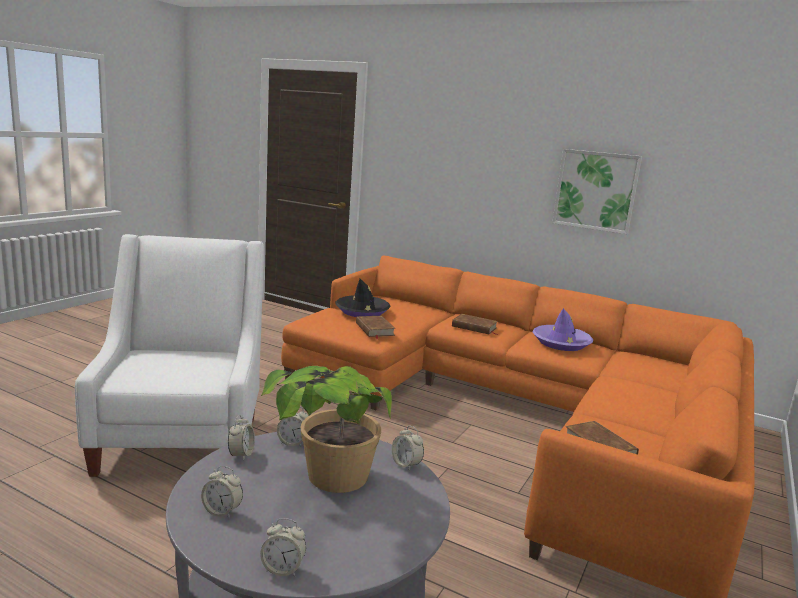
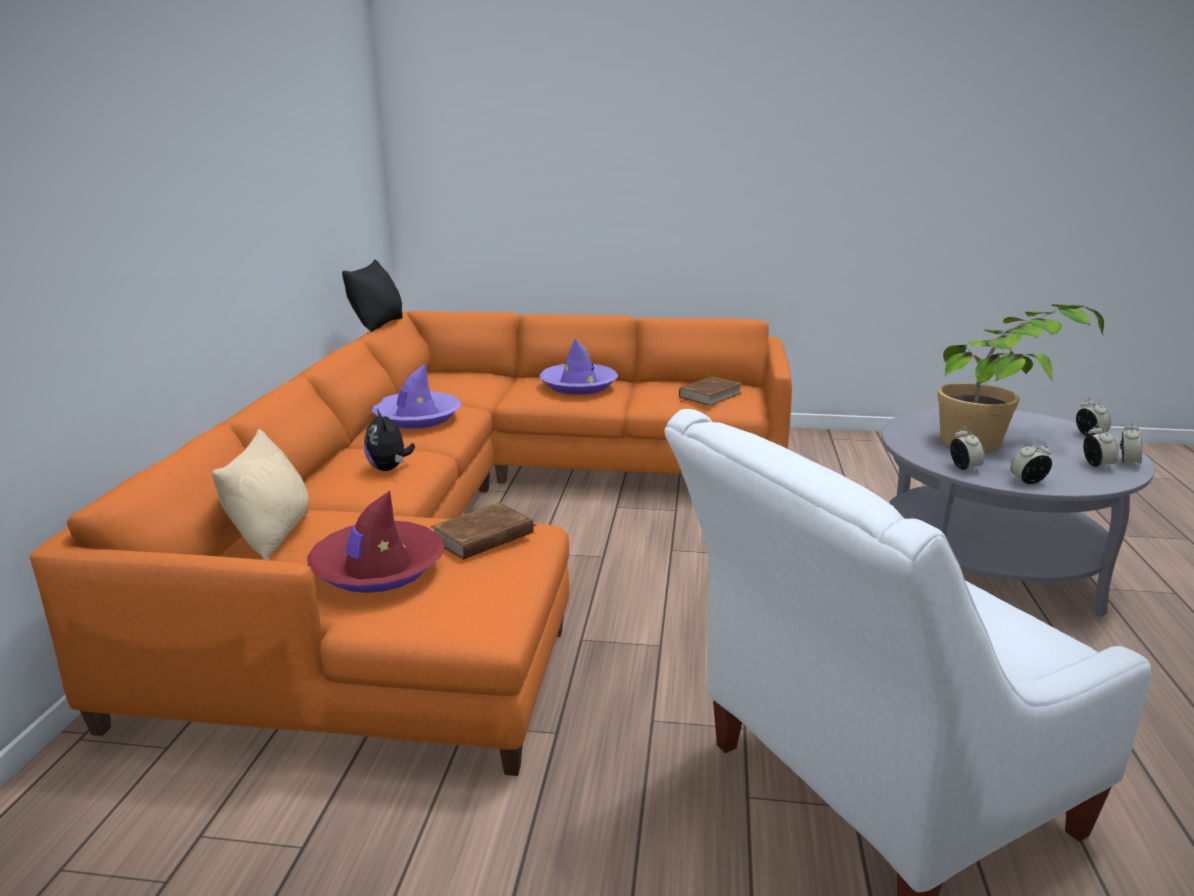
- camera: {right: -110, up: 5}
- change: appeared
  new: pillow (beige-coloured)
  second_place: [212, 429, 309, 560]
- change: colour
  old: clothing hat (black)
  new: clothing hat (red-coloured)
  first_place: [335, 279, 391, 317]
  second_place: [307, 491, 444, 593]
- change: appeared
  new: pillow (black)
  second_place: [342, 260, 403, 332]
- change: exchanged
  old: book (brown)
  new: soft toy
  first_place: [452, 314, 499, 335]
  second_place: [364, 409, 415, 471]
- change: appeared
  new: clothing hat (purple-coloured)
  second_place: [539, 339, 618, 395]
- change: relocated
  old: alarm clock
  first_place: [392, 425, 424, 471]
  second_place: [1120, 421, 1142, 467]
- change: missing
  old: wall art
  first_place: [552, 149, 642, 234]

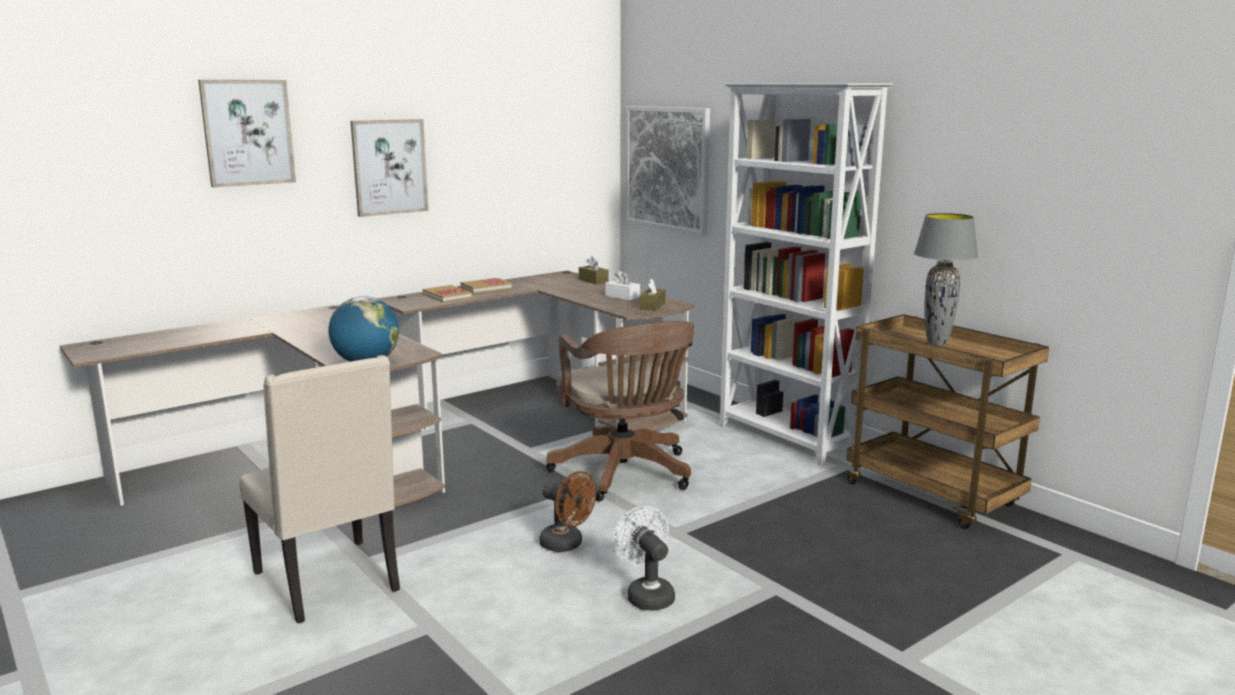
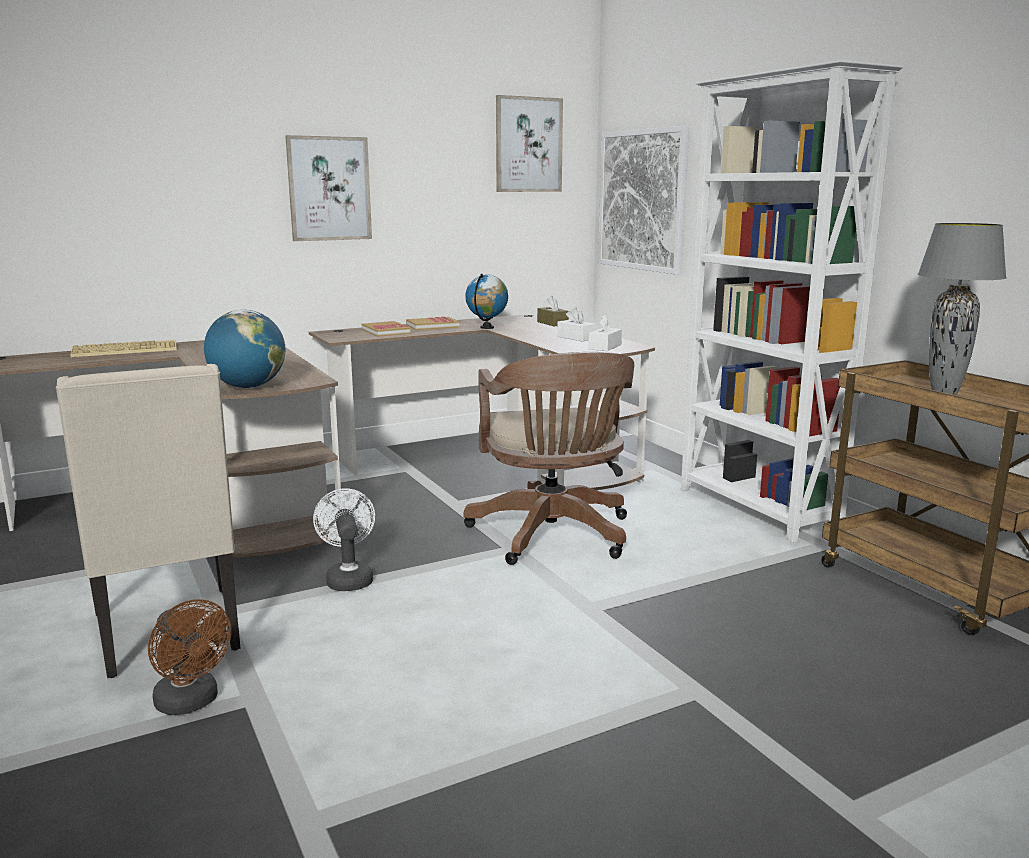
- camera: {right: 10, up: 0}
- change: appeared
  new: keyboard
  second_place: [70, 340, 177, 357]
- change: relocated
  old: cooling fan (brown)
  first_place: [539, 471, 596, 552]
  second_place: [148, 599, 231, 715]
- change: relocated
  old: cooling fan (whitish)
  first_place: [613, 506, 675, 611]
  second_place: [313, 488, 375, 591]
- change: appeared
  new: desk globe
  second_place: [465, 274, 508, 329]
- change: relocated
  old: wall art
  first_place: [198, 80, 296, 187]
  second_place: [496, 95, 563, 192]
- change: colour
  old: tissue holder (brown)
  new: tissue holder (whitish)
  first_place: [640, 278, 665, 310]
  second_place: [589, 315, 622, 351]

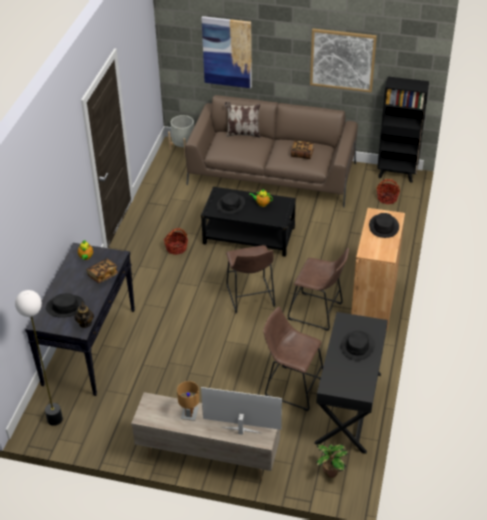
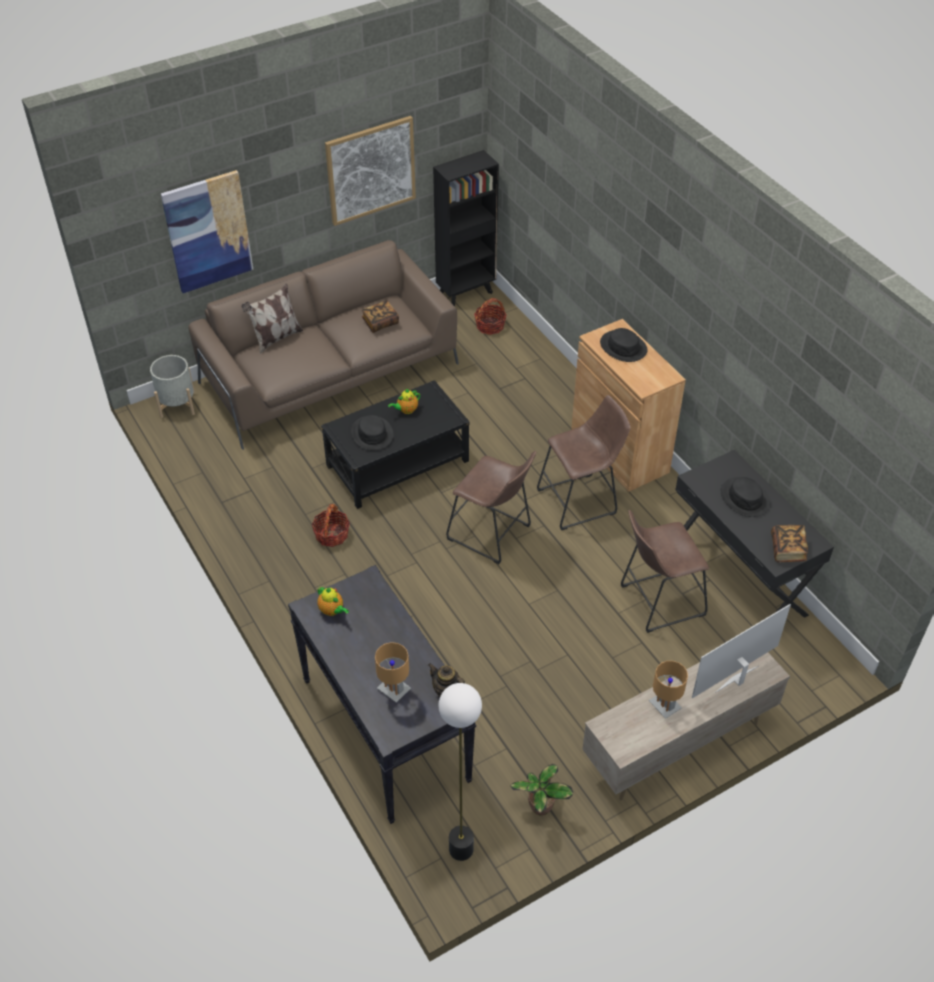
- camera: {right: -45, up: 5}
- change: exchanged
  old: clothing hat (black)
  new: table lamp (brown)
  first_place: [46, 293, 85, 318]
  second_place: [375, 642, 411, 703]
- change: relocated
  old: houseplant
  first_place: [316, 444, 348, 478]
  second_place: [510, 764, 574, 816]
- change: relocated
  old: book
  first_place: [87, 258, 118, 283]
  second_place: [771, 525, 808, 562]

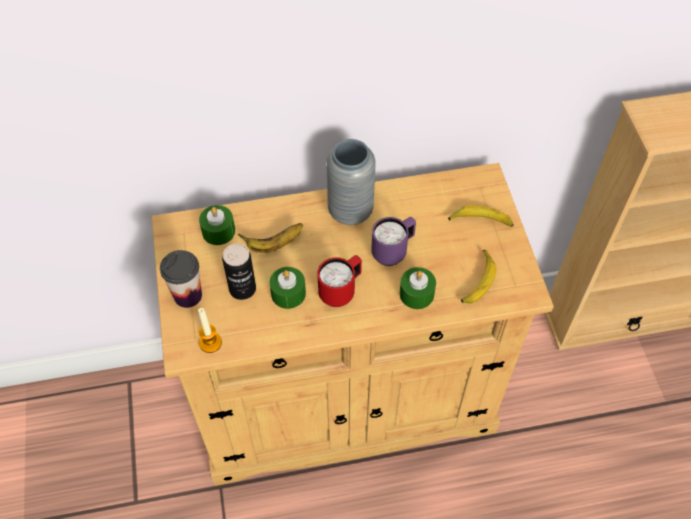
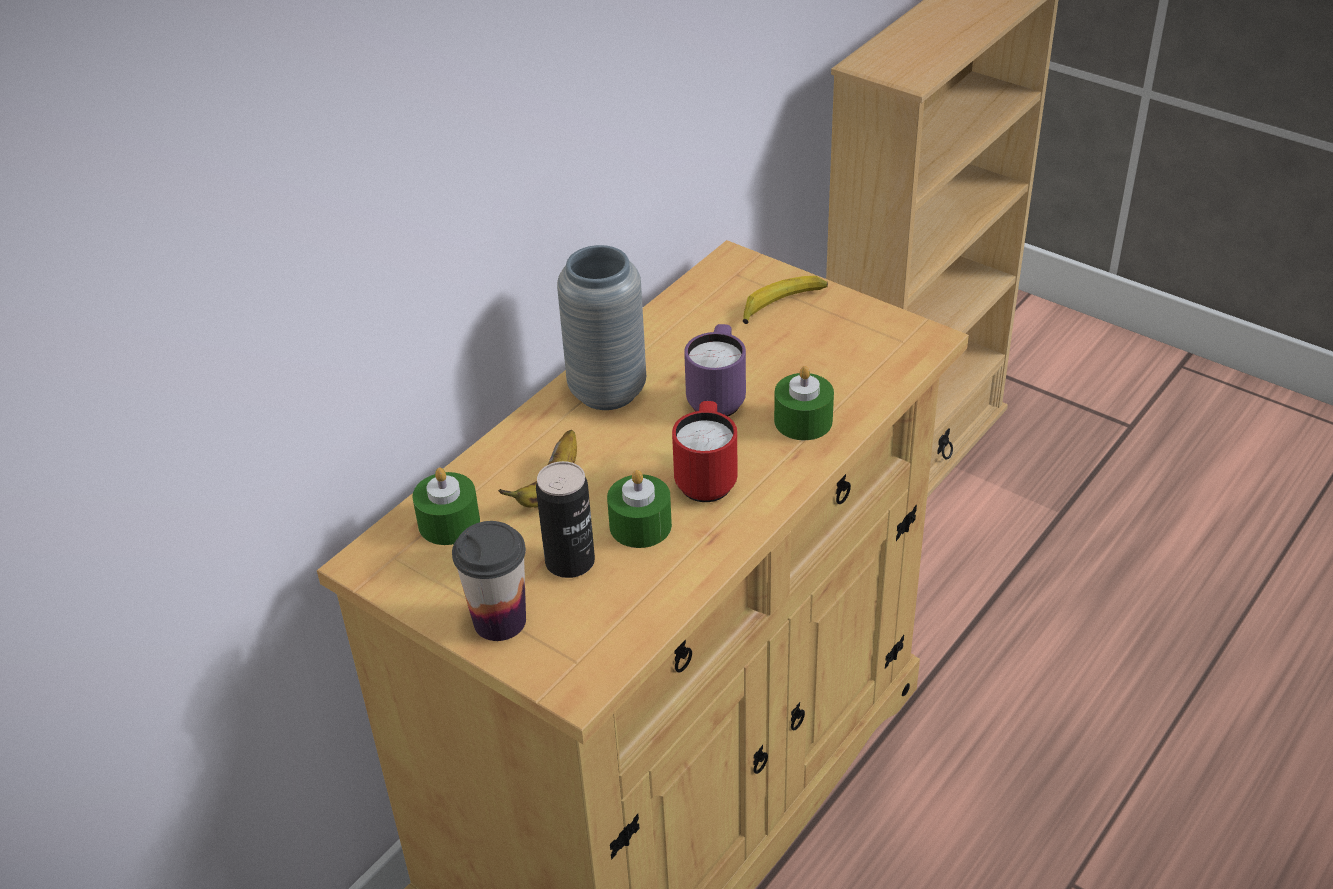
- camera: {right: -40, up: -15}
- change: missing
  old: wax light
  first_place: [198, 308, 222, 353]
- change: missing
  old: banana
  first_place: [461, 250, 497, 304]

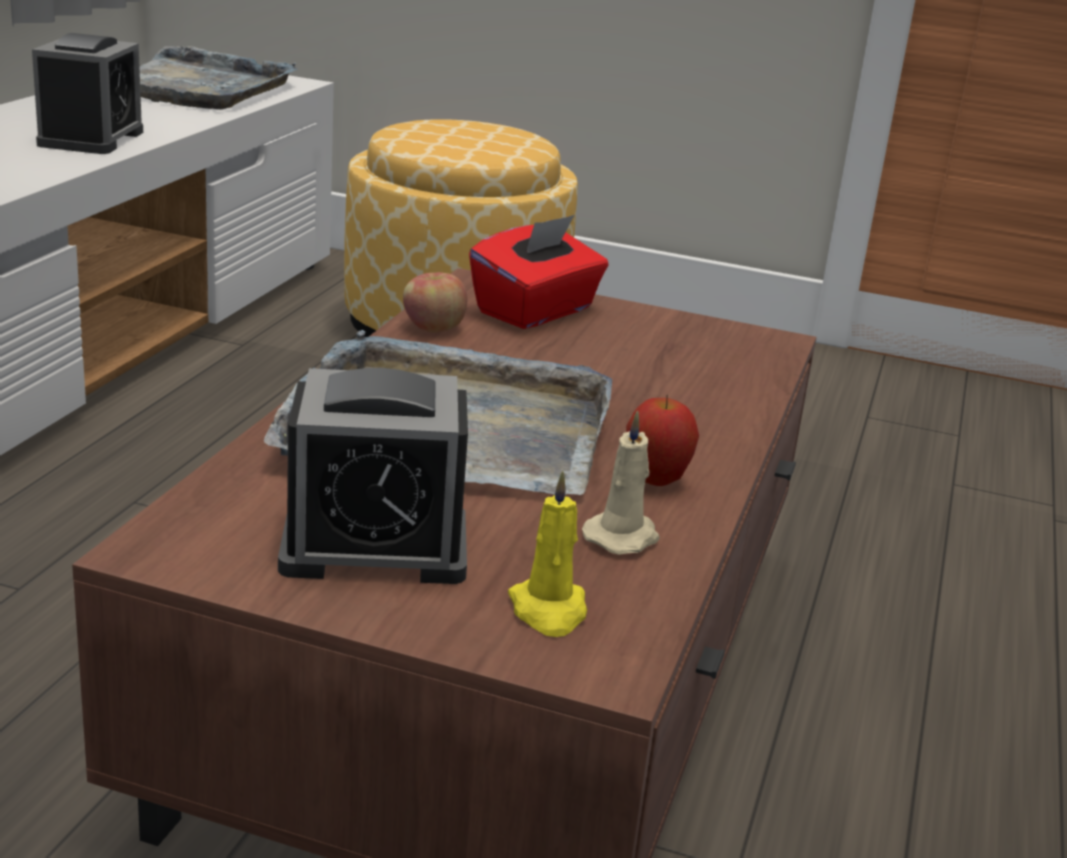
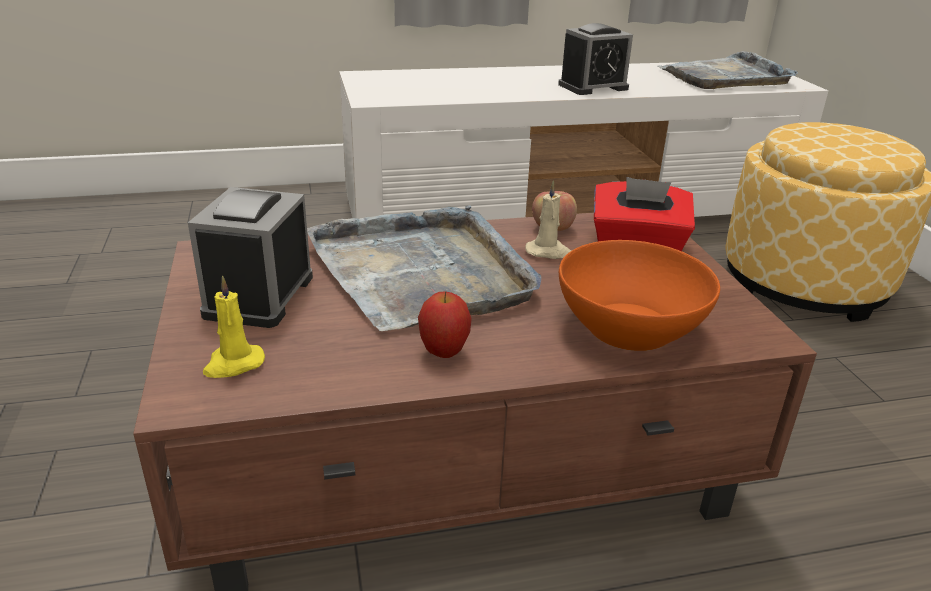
- camera: {right: 60, up: 5}
- change: spun
  old: alarm clock
  first_place: [278, 368, 468, 584]
  second_place: [188, 187, 313, 328]
  degrees: 45
- change: relocated
  old: wax light (beige-coloured)
  first_place: [582, 410, 660, 555]
  second_place: [525, 180, 571, 259]
- change: appeared
  new: serving bowl (orange-coloured)
  second_place: [559, 240, 720, 351]

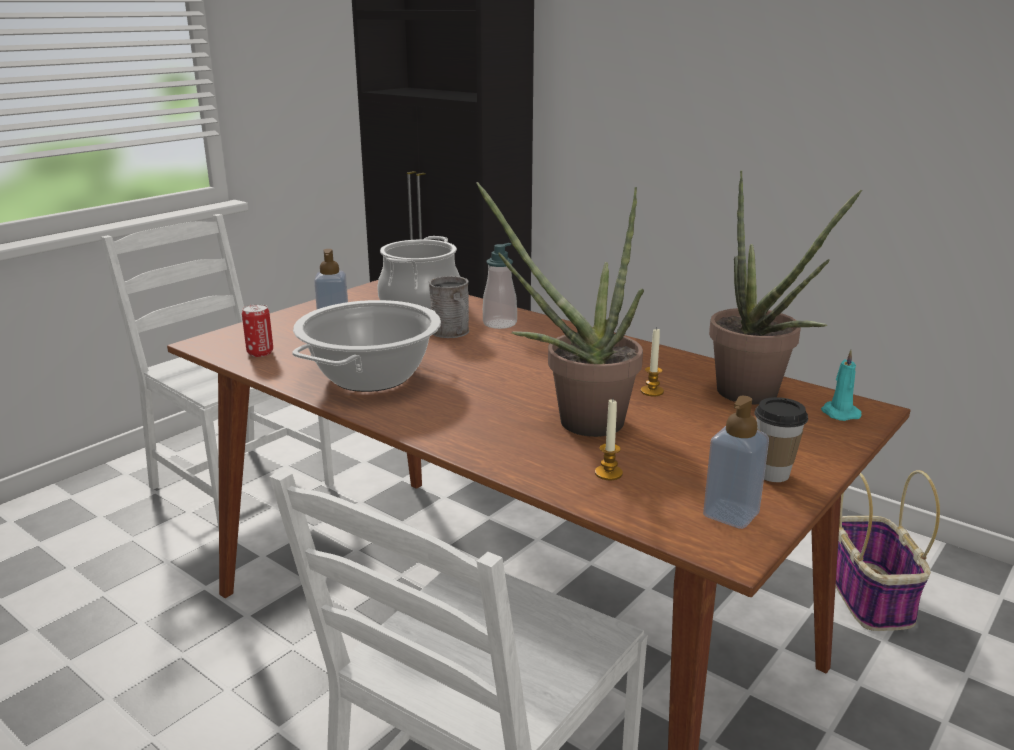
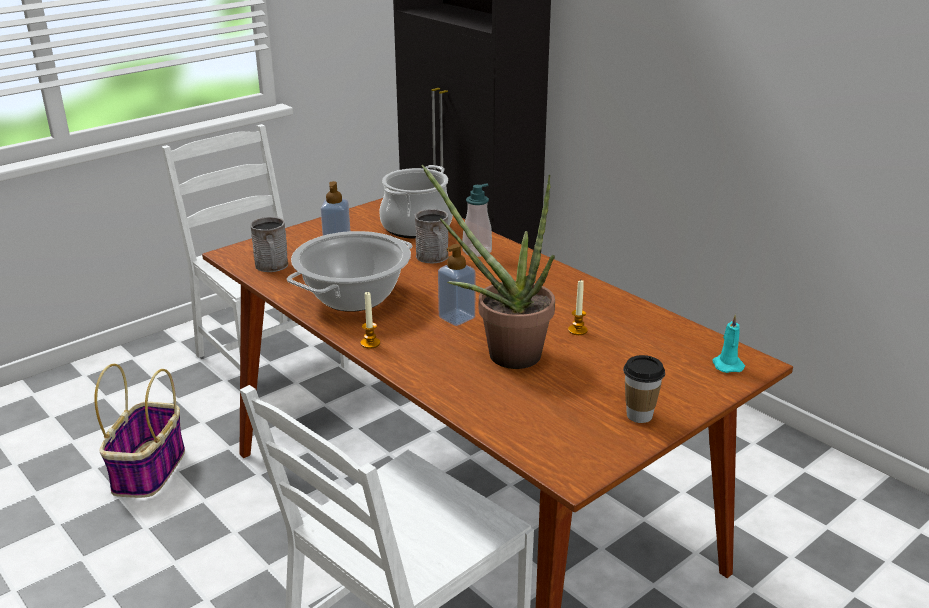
- camera: {right: 10, up: 5}
- change: relocated
  old: storage basket
  first_place: [836, 470, 940, 631]
  second_place: [94, 364, 185, 498]
- change: exchanged
  old: metal can
  new: mug (grey)
  first_place: [242, 304, 273, 357]
  second_place: [250, 217, 288, 272]
- change: relocated
  old: wax light
  first_place: [595, 399, 623, 480]
  second_place: [360, 291, 380, 349]
- change: relocated
  old: liquid soap bottle
  first_place: [703, 396, 769, 529]
  second_place: [438, 244, 475, 326]
- change: missing
  old: houseplant
  first_place: [709, 170, 862, 404]

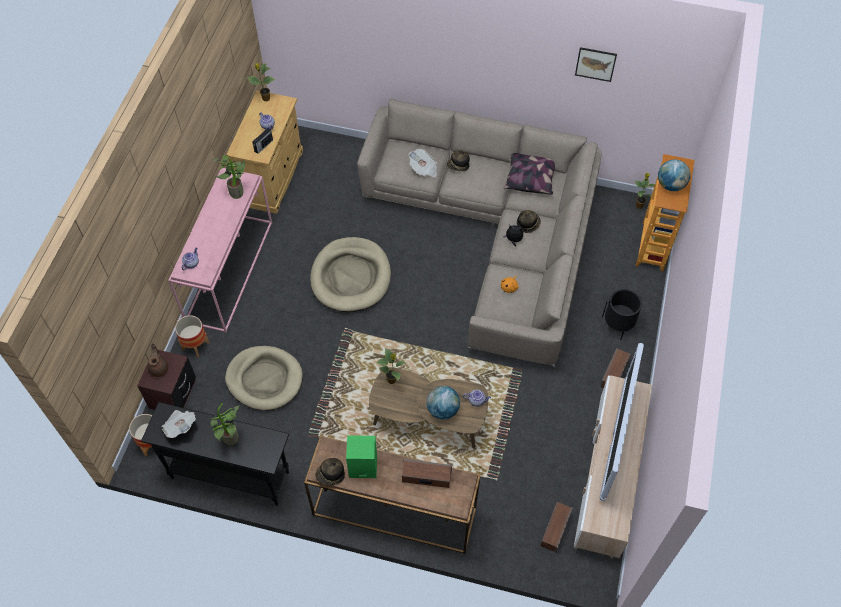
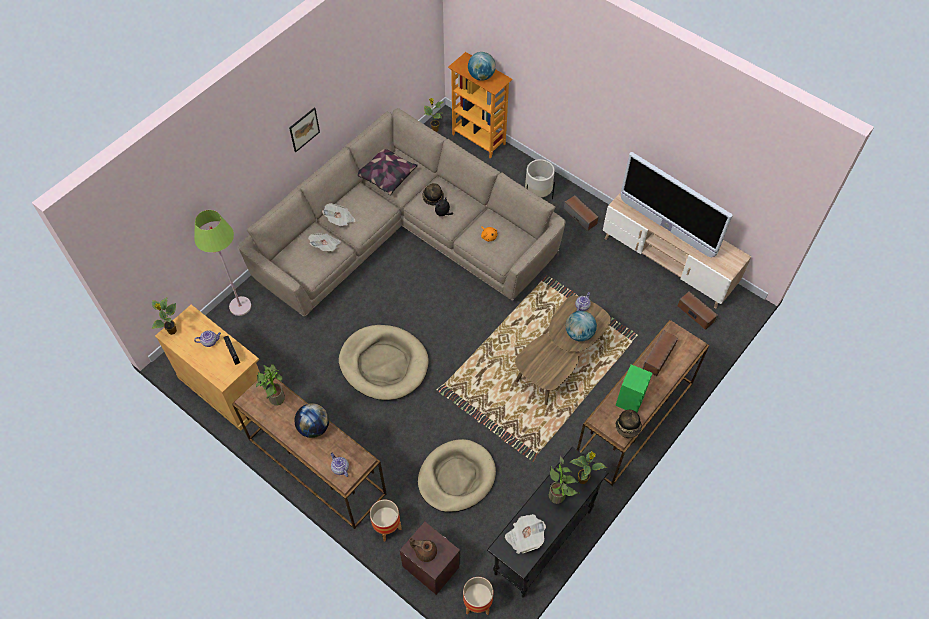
- camera: {right: -65, up: 0}
- change: appeared
  new: floor lamp (greenish)
  second_place: [194, 210, 252, 316]
- change: colour
  old: console table (pink)
  new: console table (brown)
  first_place: [168, 168, 272, 333]
  second_place: [232, 372, 387, 529]
- change: relocated
  old: wall art
  first_place: [575, 47, 617, 82]
  second_place: [289, 108, 320, 152]
- change: appeared
  new: desk globe
  second_place: [294, 403, 329, 438]
- change: exchanged
  old: clothing hat
  new: daily paper
  first_place: [447, 150, 470, 171]
  second_place: [322, 203, 356, 226]
- change: colour
  old: flower pot (black)
  new: flower pot (whitish)
  first_place: [602, 289, 642, 340]
  second_place: [525, 159, 555, 199]
- change: relocated
  old: houseplant
  first_place: [376, 348, 406, 384]
  second_place: [569, 451, 607, 484]

